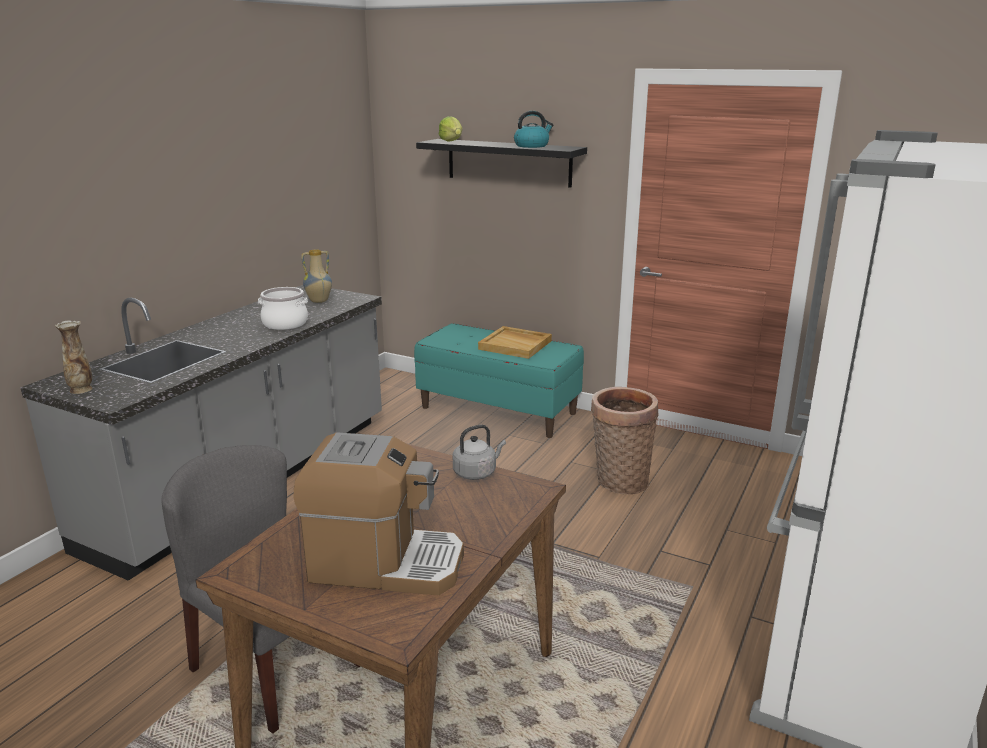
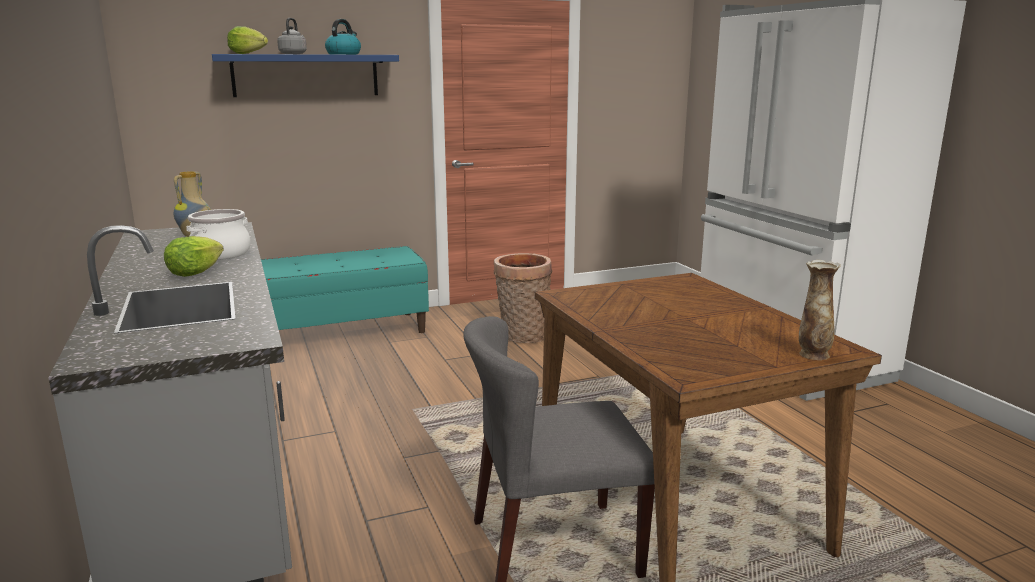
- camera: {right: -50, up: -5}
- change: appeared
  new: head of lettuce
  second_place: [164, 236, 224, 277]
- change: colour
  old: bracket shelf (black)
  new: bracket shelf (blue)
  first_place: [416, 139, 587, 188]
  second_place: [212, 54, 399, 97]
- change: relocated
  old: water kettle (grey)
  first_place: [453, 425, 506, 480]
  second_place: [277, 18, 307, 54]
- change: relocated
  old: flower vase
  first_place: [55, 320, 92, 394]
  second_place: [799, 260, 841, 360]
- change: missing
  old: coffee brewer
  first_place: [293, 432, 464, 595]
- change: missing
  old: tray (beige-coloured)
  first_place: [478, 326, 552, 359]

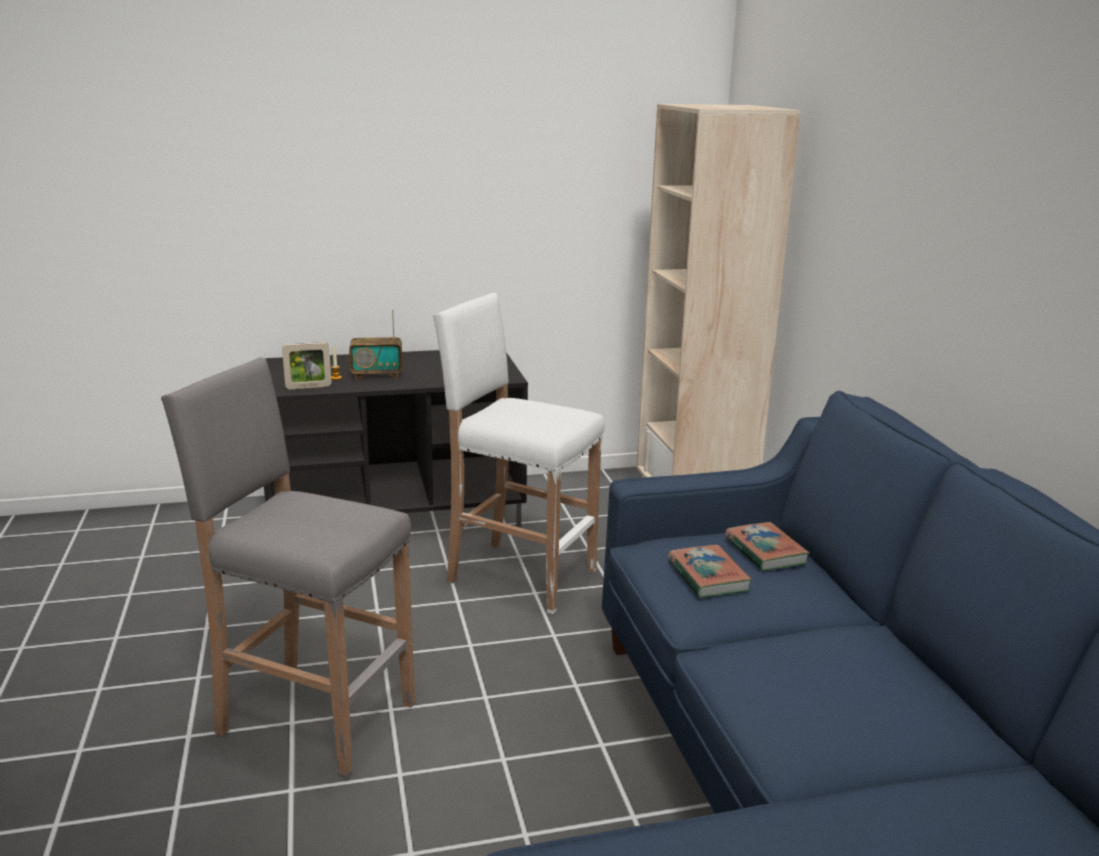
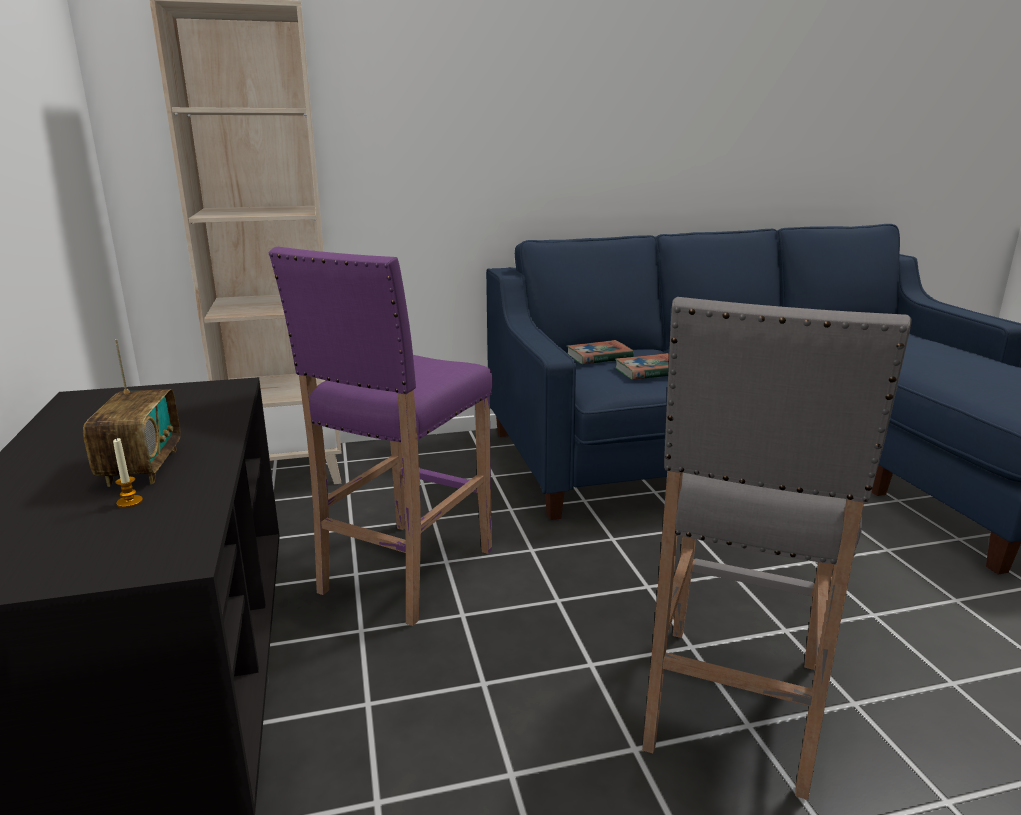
- camera: {right: -90, up: 0}
- change: colour
  old: sitting stool (whitish)
  new: sitting stool (purple-coloured)
  first_place: [433, 293, 604, 614]
  second_place: [269, 247, 493, 626]
- change: missing
  old: photo frame
  first_place: [282, 342, 331, 389]

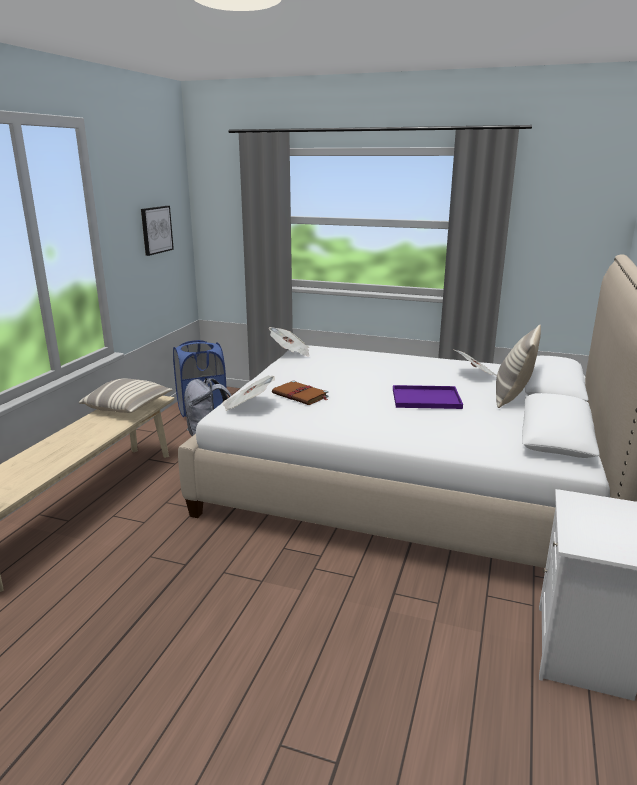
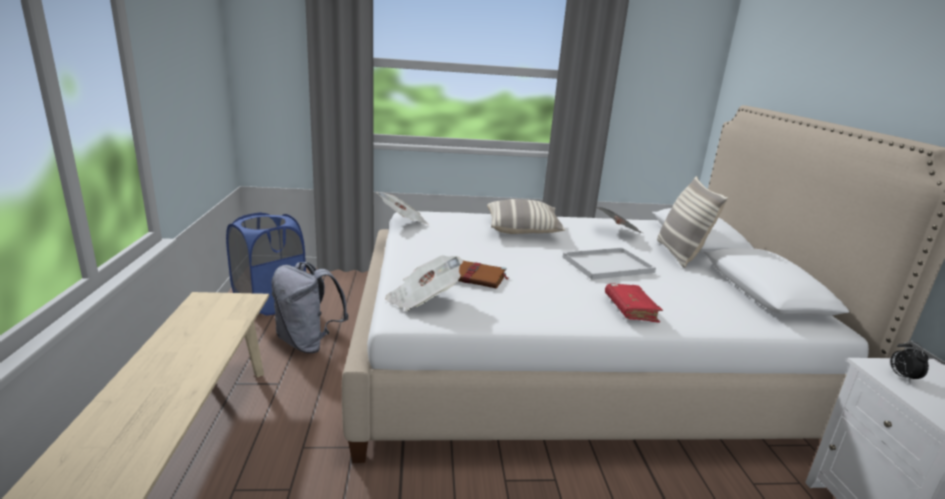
- camera: {right: -25, up: 0}
- change: relocated
  old: pillow
  first_place: [79, 378, 173, 413]
  second_place: [487, 199, 565, 234]
- change: colour
  old: tray (purple-coloured)
  new: tray (whitish)
  first_place: [393, 385, 463, 409]
  second_place: [562, 247, 656, 280]
- change: appeared
  new: book (red-coloured)
  second_place: [605, 283, 663, 323]
- change: appeared
  new: alarm clock
  second_place: [890, 340, 929, 382]
- change: missing
  old: wall art
  first_place: [141, 206, 174, 256]

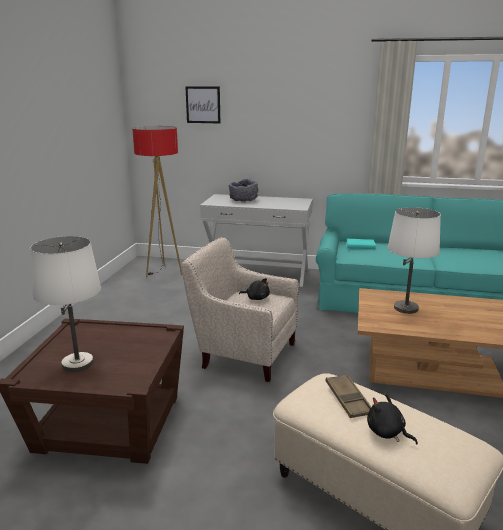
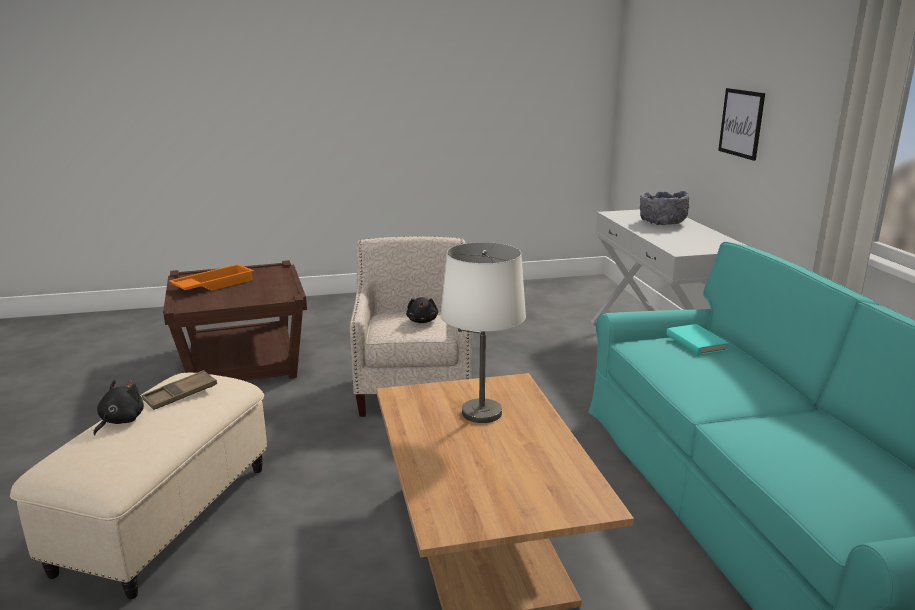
- camera: {right: 65, up: 0}
- change: exchanged
  old: table lamp (whitish)
  new: tray (orange-coloured)
  first_place: [30, 236, 101, 372]
  second_place: [169, 264, 254, 291]
- change: relocated
  old: wall art
  first_place: [185, 86, 220, 124]
  second_place: [718, 88, 765, 161]
- change: missing
  old: floor lamp
  first_place: [132, 126, 182, 277]

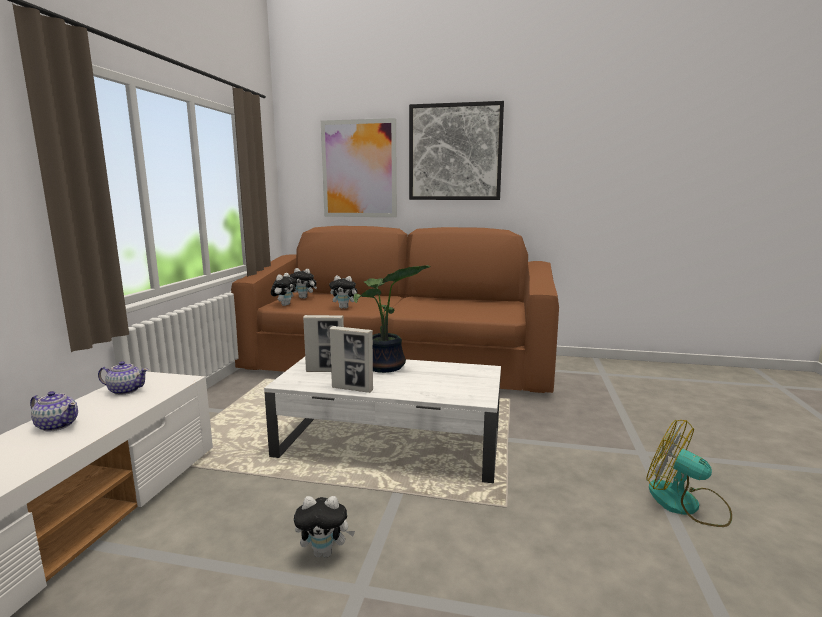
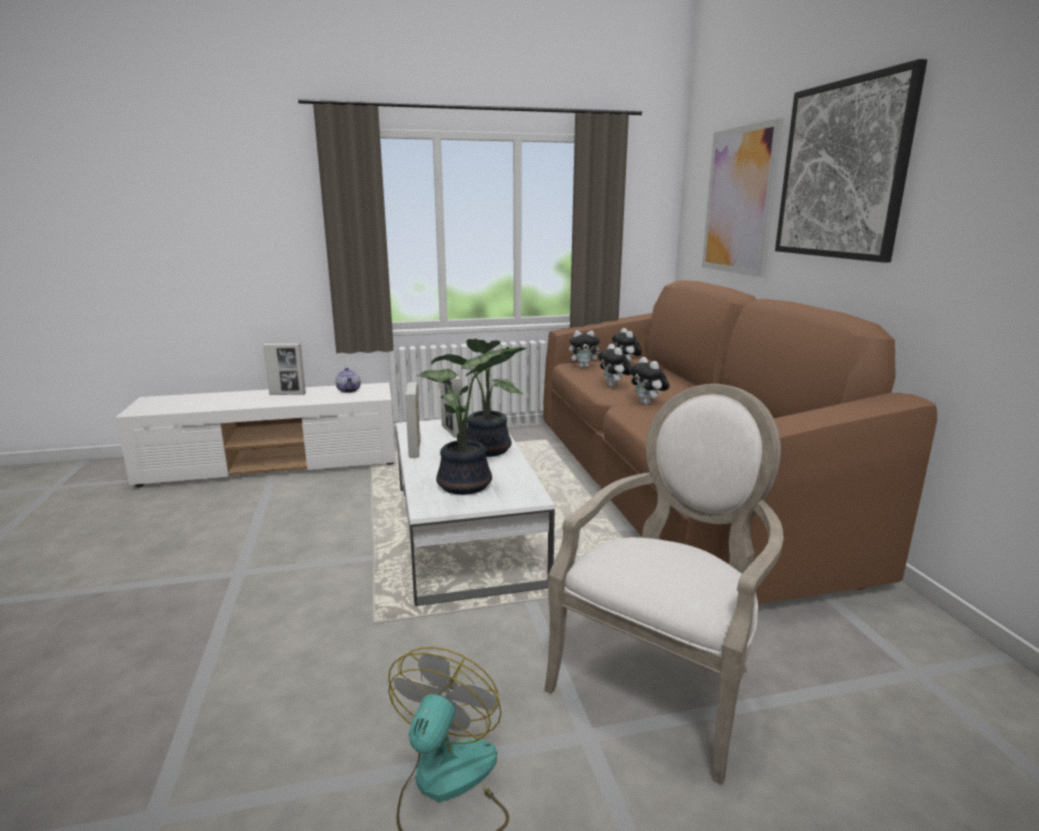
- camera: {right: 65, up: 5}
- change: exchanged
  old: pot for tea
  new: photo frame
  first_place: [30, 391, 78, 432]
  second_place: [263, 343, 306, 395]
- change: appeared
  new: houseplant
  second_place: [417, 347, 527, 495]
- change: appeared
  new: lounge chair
  second_place: [544, 384, 784, 785]
- change: relocated
  old: soft toy
  first_place: [294, 496, 355, 558]
  second_place: [629, 357, 669, 405]

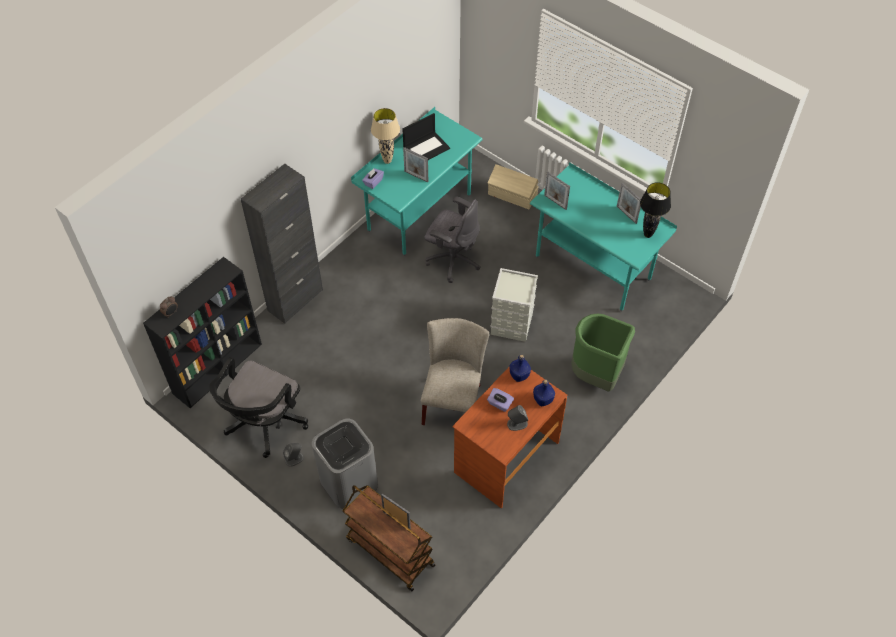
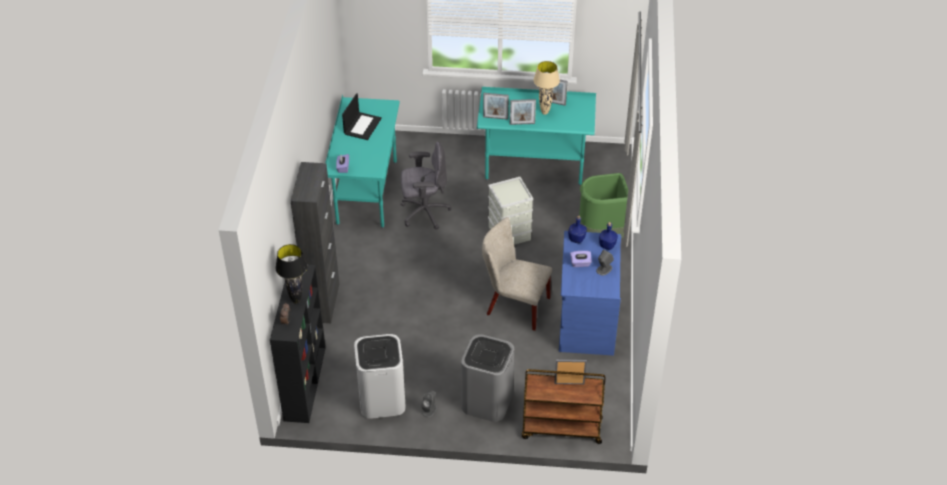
- camera: {right: -35, up: -10}
- change: relocated
  old: table lamp (black)
  first_place: [640, 182, 671, 238]
  second_place: [275, 244, 307, 304]
- change: exchanged
  old: desk chair (black)
  new: trash can (whitish)
  first_place: [209, 357, 308, 458]
  second_place: [354, 334, 406, 419]
- change: spun
  old: upright chair (beige-coloured)
  first_place: [421, 318, 489, 425]
  second_place: [482, 217, 552, 331]
  degrees: -45
- change: relocated
  old: photo frame
  first_place: [403, 147, 428, 183]
  second_place: [510, 99, 536, 125]
- change: relocated
  old: table lamp (beige-coloured)
  first_place: [371, 108, 400, 164]
  second_place: [534, 61, 560, 115]
- change: colour
  old: desk table (brown)
  new: desk table (blue)
  first_place: [452, 366, 567, 508]
  second_place: [559, 231, 621, 356]
- change: missing
  old: storage container (beige-coloured)
  first_place: [488, 164, 539, 209]

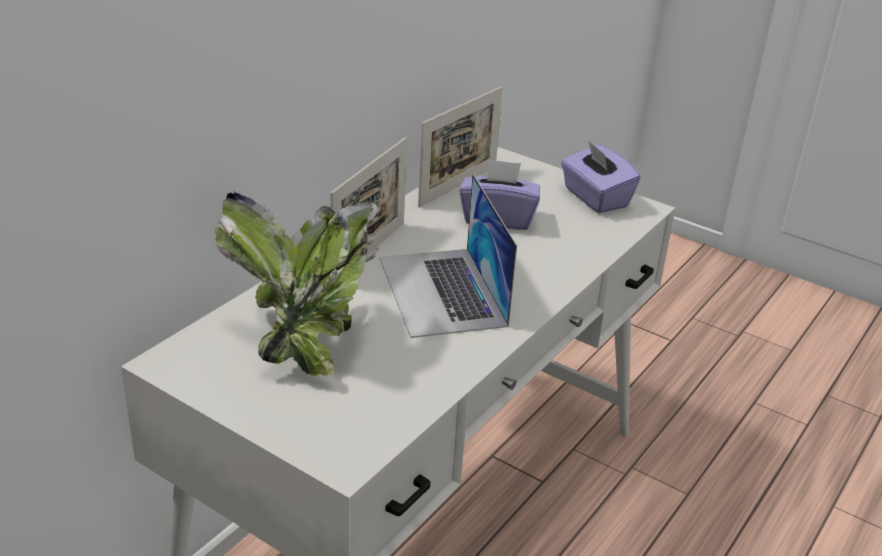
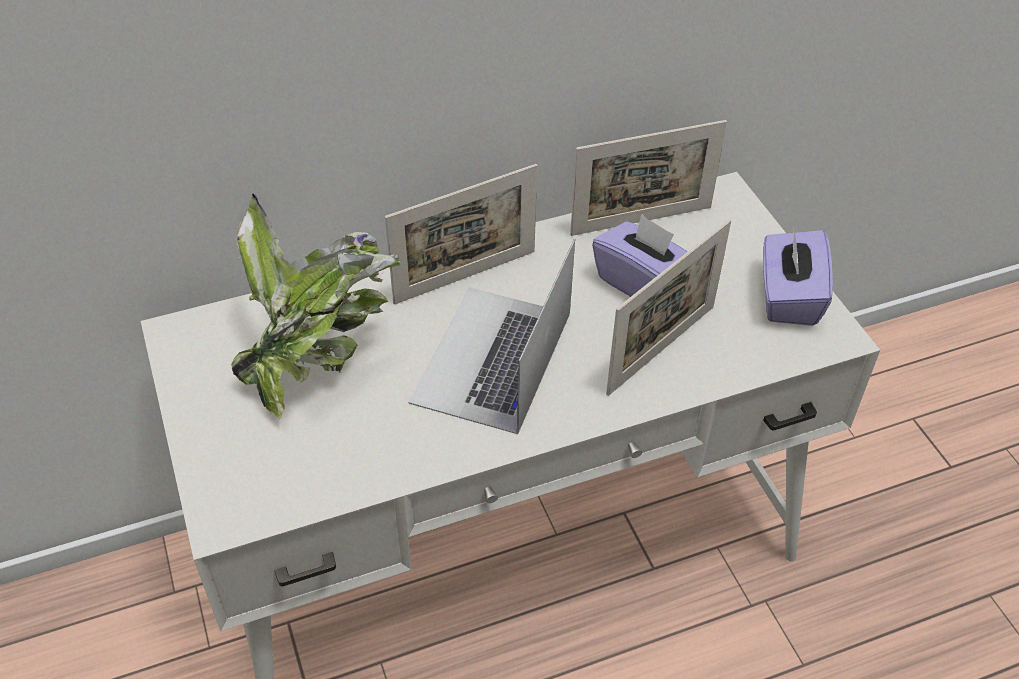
- camera: {right: 35, up: 15}
- change: appeared
  new: photo frame
  second_place: [606, 219, 731, 396]

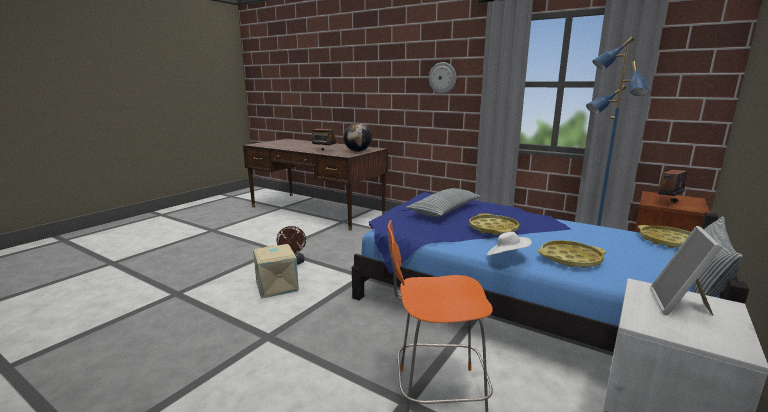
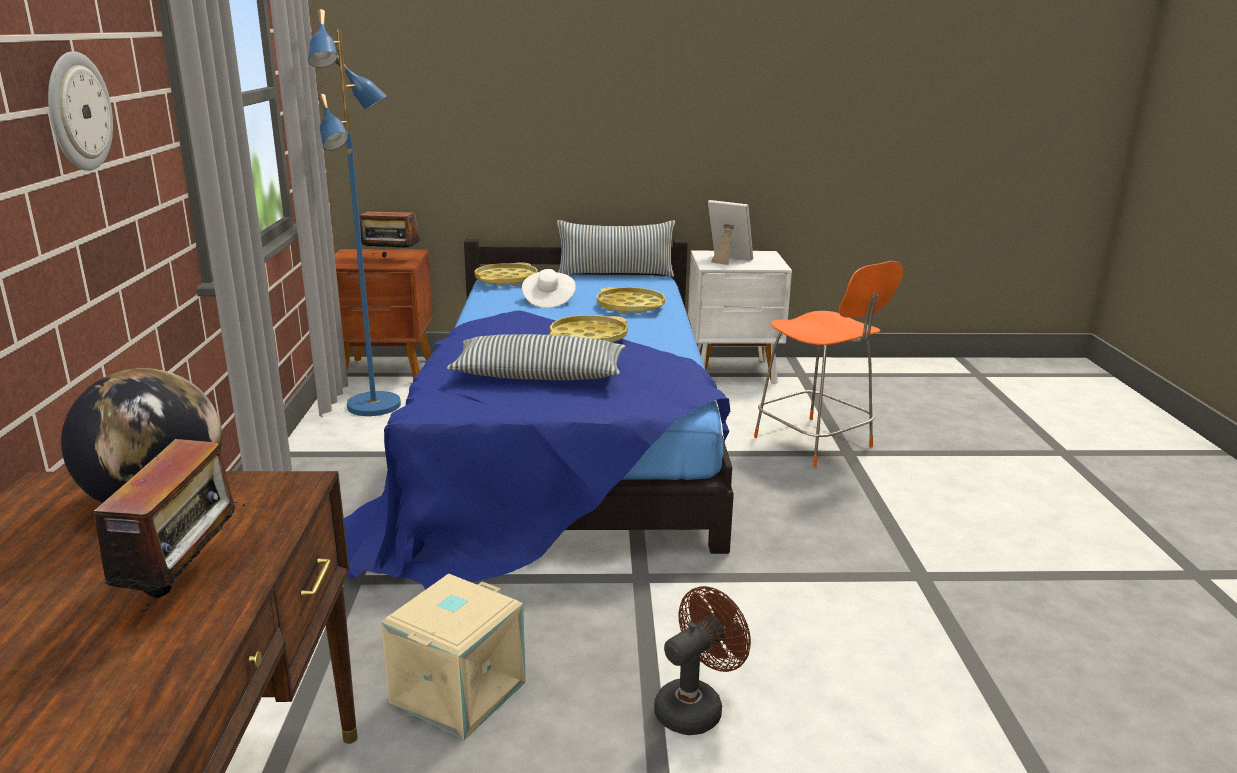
- camera: {right: -125, up: 5}
- change: relocated
  old: storage container (beige-coloured)
  first_place: [253, 244, 299, 299]
  second_place: [381, 574, 526, 740]
- change: relocated
  old: clothing hat (whitish)
  first_place: [487, 232, 532, 256]
  second_place: [522, 269, 576, 308]
- change: spun
  old: photo frame
  first_place: [650, 226, 722, 316]
  second_place: [708, 200, 753, 265]
  degrees: -135

